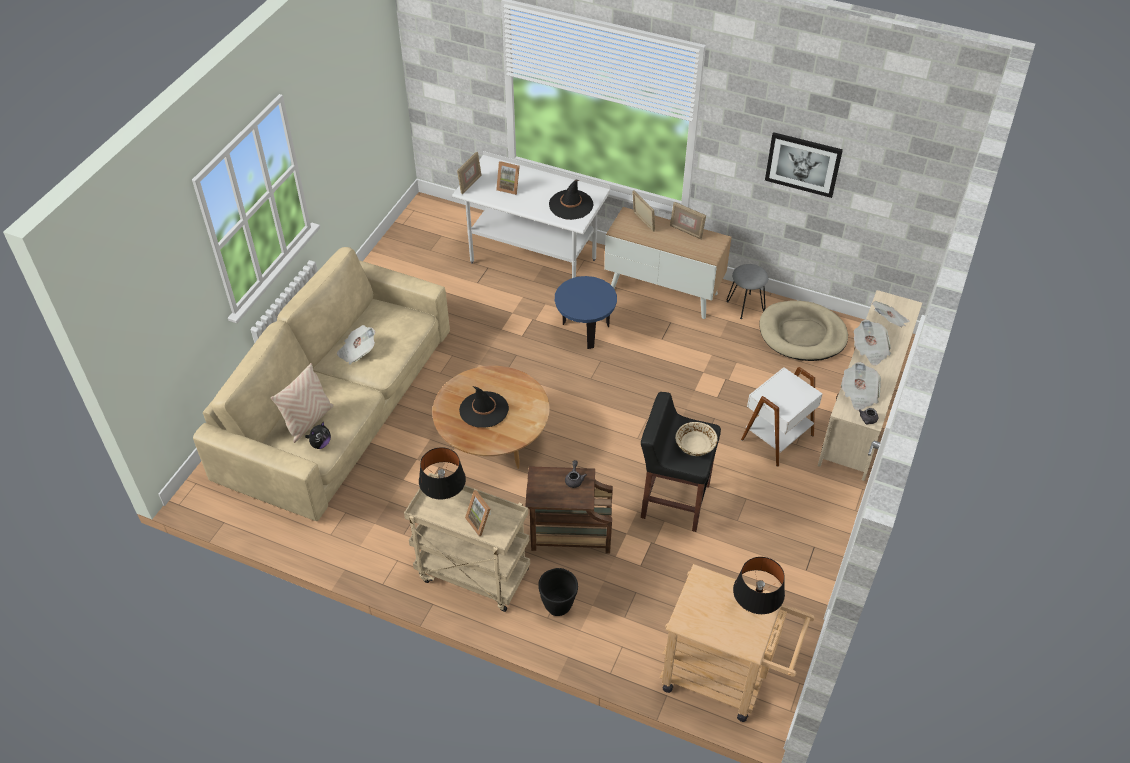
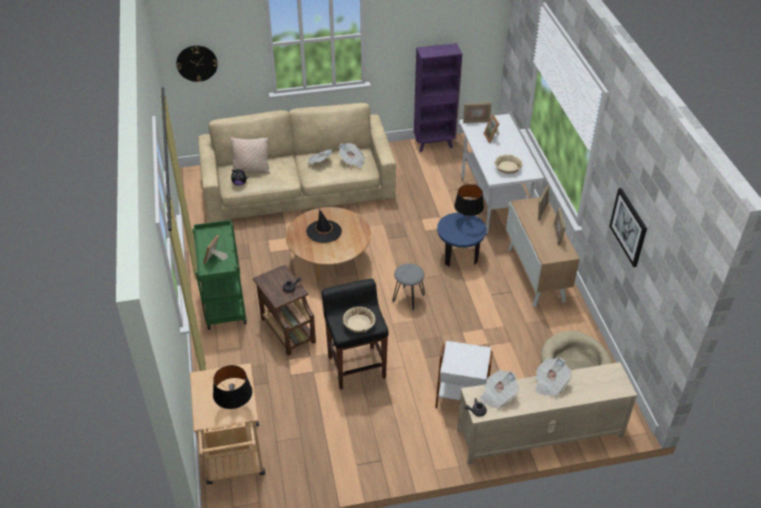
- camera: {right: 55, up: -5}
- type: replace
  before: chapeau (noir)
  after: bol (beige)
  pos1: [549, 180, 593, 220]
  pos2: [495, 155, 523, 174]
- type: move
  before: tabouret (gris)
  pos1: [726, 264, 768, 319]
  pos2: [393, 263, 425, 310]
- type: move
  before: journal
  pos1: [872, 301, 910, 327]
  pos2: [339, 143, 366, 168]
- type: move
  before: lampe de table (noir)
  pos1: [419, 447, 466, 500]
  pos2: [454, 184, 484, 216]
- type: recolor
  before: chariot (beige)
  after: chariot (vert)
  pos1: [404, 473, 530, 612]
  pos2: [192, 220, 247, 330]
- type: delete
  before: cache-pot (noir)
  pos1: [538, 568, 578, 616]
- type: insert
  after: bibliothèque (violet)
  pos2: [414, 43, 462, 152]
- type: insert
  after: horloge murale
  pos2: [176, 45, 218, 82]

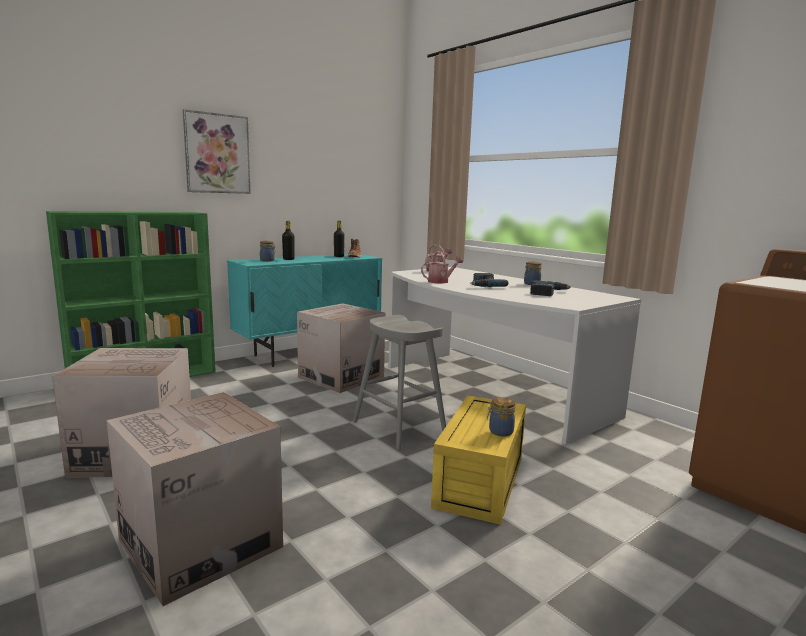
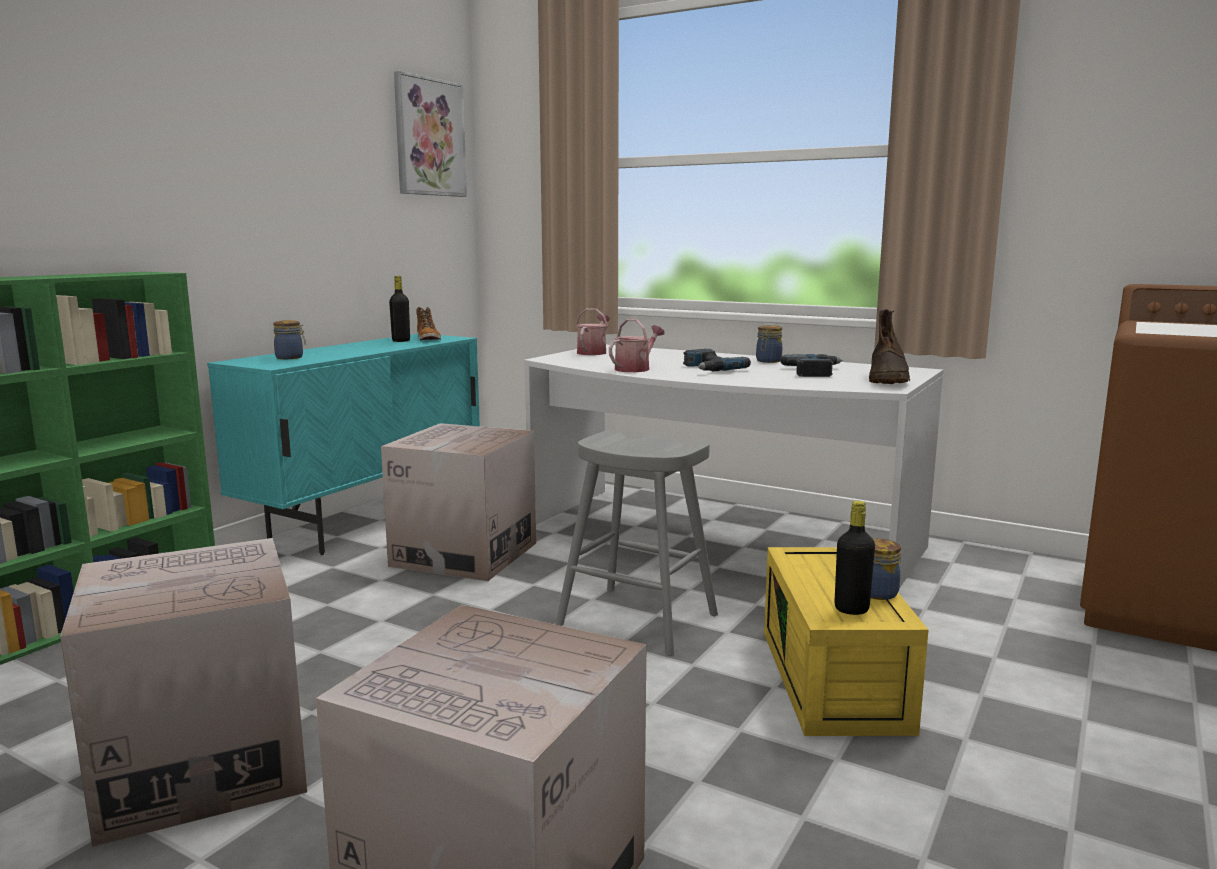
- camera: {right: -20, up: 0}
- type: move
  before: tableau
  pos1: [183, 109, 251, 194]
  pos2: [394, 71, 467, 197]
- type: move
  before: bouteille (noir)
  pos1: [282, 221, 295, 260]
  pos2: [834, 501, 875, 615]
- type: insert
  after: botte (marron)
  pos2: [869, 309, 910, 384]

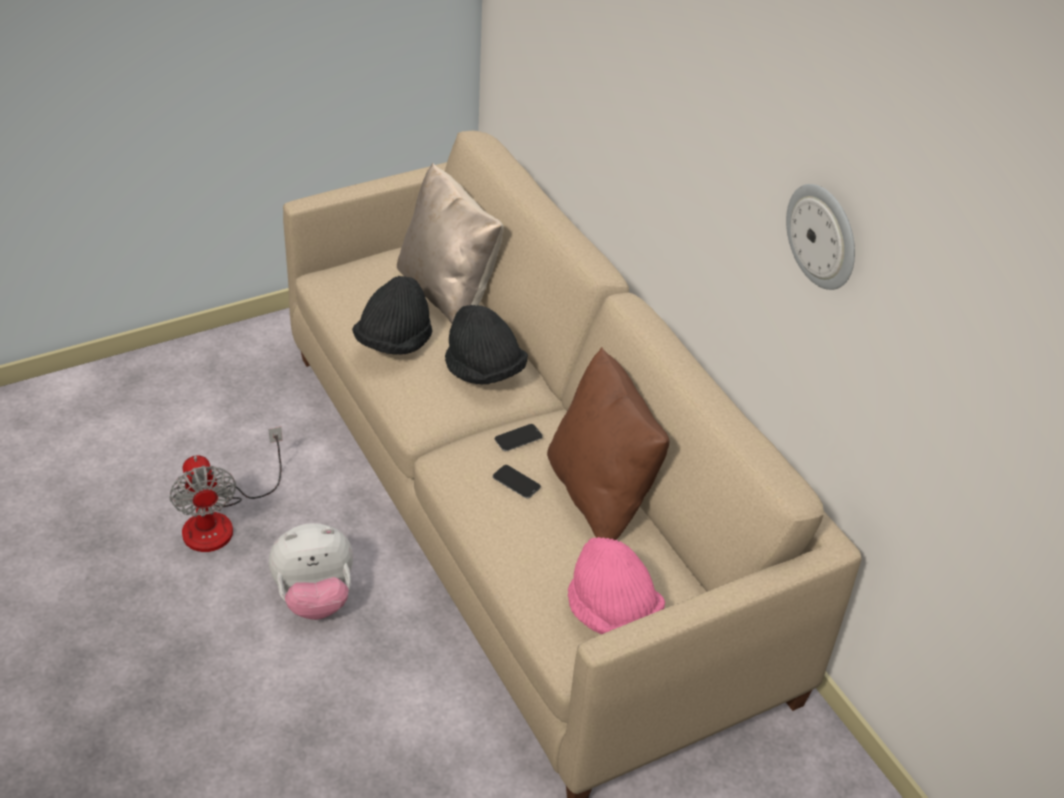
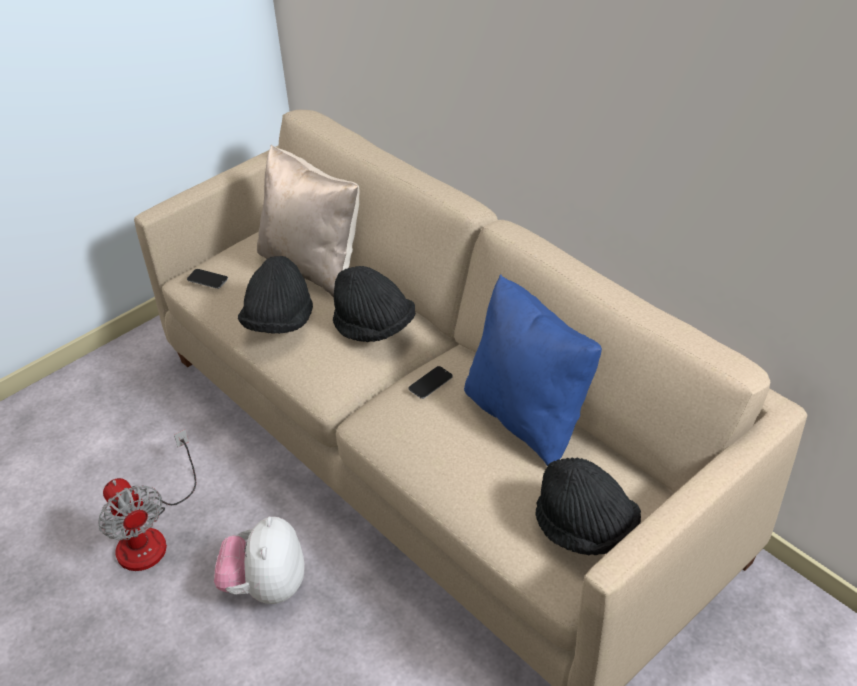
- camera: {right: -10, up: 0}
- type: delete
  before: horloge murale
  pos1: [786, 184, 855, 290]
- type: recolor
  before: coussin (marron)
  after: coussin (bleu)
  pos1: [547, 347, 669, 540]
  pos2: [464, 274, 602, 466]
- type: move
  before: téléphone
  pos1: [493, 465, 541, 498]
  pos2: [187, 269, 228, 289]
- type: rotate
  before: peluche
  pos1: [269, 523, 353, 620]
  pos2: [214, 516, 304, 604]
  turn: 120
- type: recolor
  before: chapeau (rose)
  after: chapeau (noir)
  pos1: [568, 537, 665, 634]
  pos2: [535, 458, 641, 555]

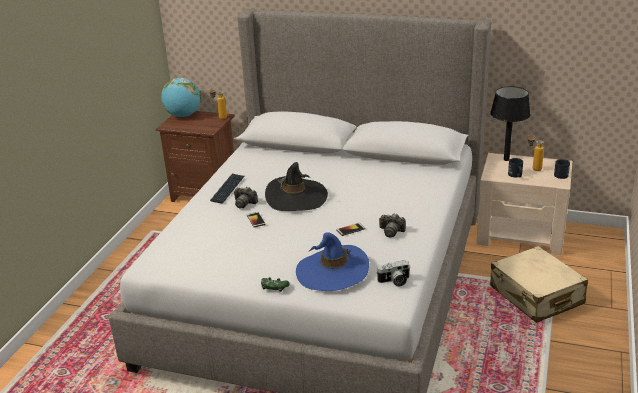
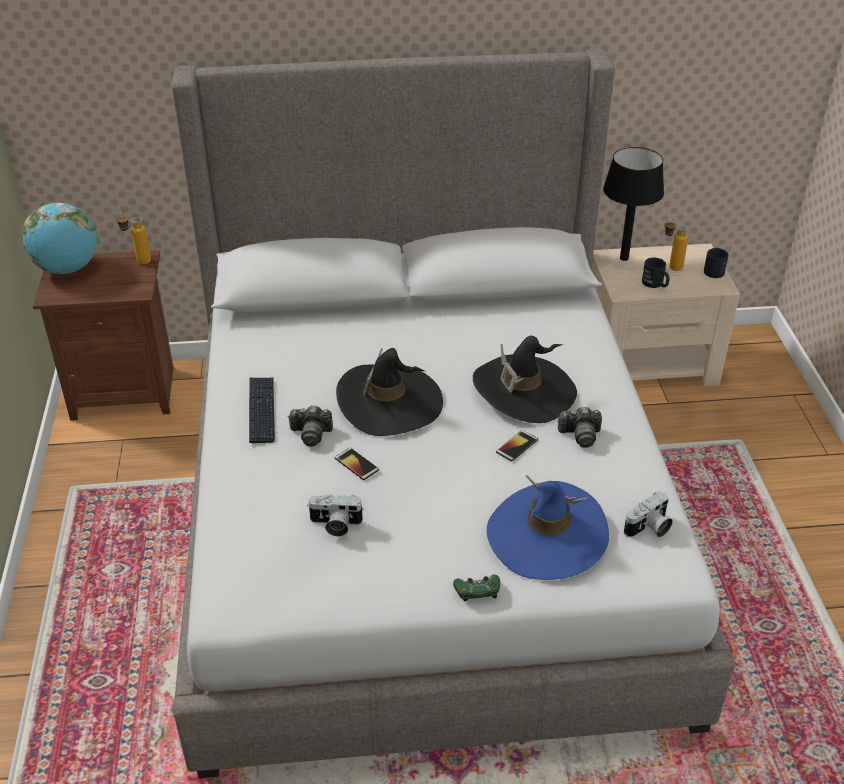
- camera: {right: -25, up: 10}
- type: delete
  before: valise (beige)
  pos1: [490, 246, 588, 323]
- type: insert
  after: chapeau (noir)
  pos2: [473, 336, 577, 423]
- type: insert
  after: appareil photo
  pos2: [307, 495, 364, 536]

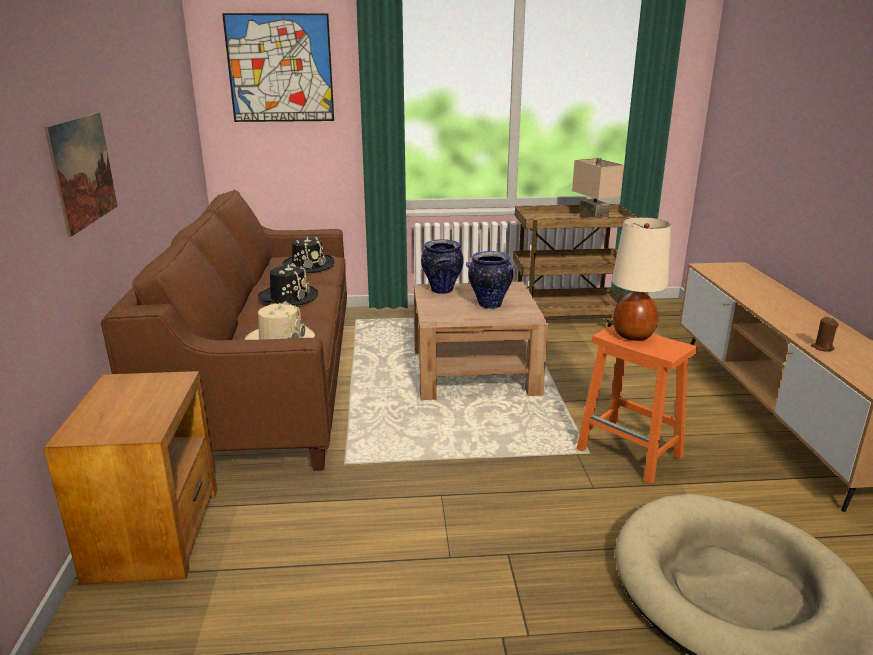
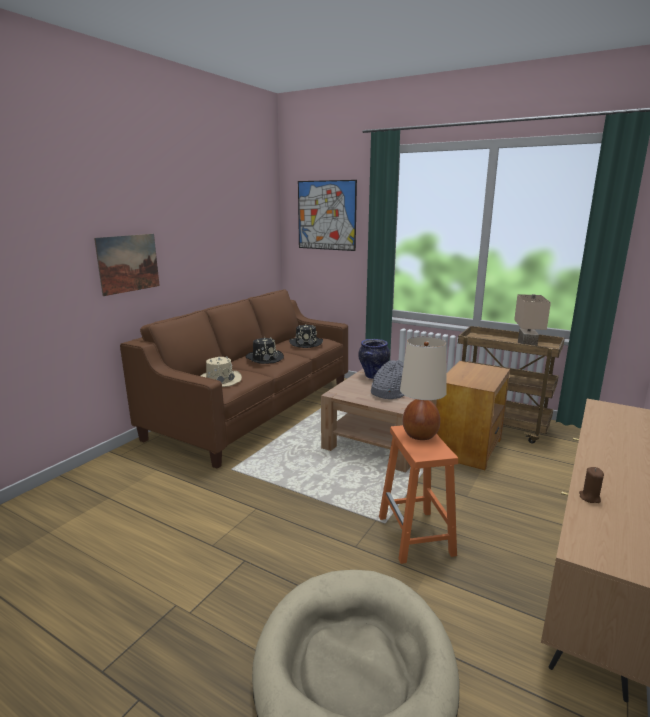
- camera: {right: 35, up: -5}
- type: replace
  before: vase
  after: chapeau (gris)
  pos1: [466, 251, 515, 309]
  pos2: [371, 360, 404, 399]
- type: move
  before: table d'appoint (marron)
  pos1: [43, 371, 217, 585]
  pos2: [436, 361, 510, 470]

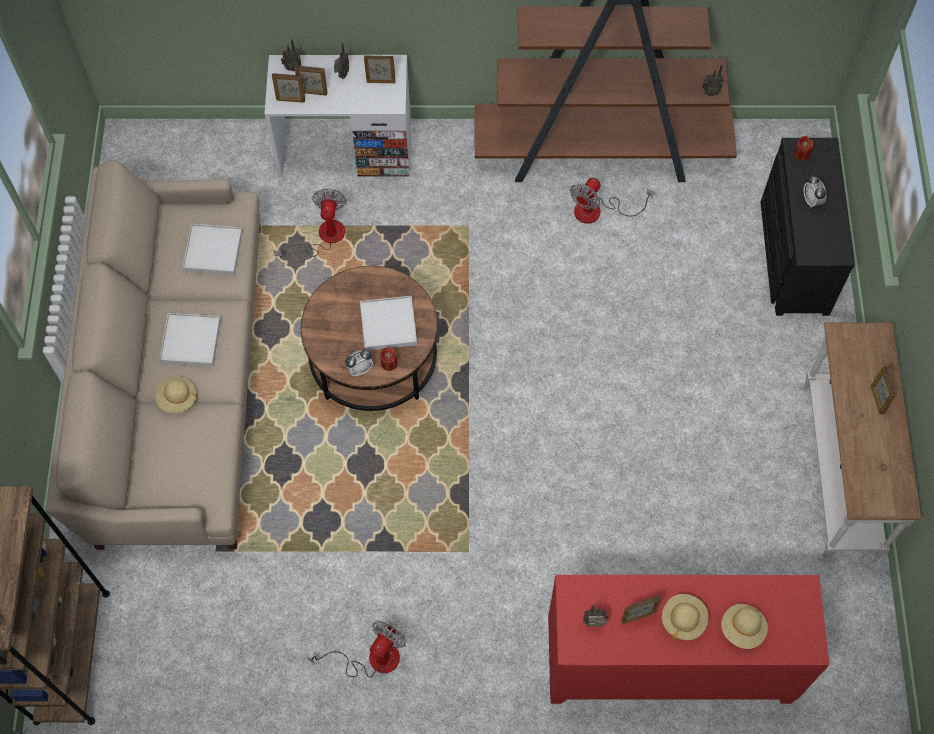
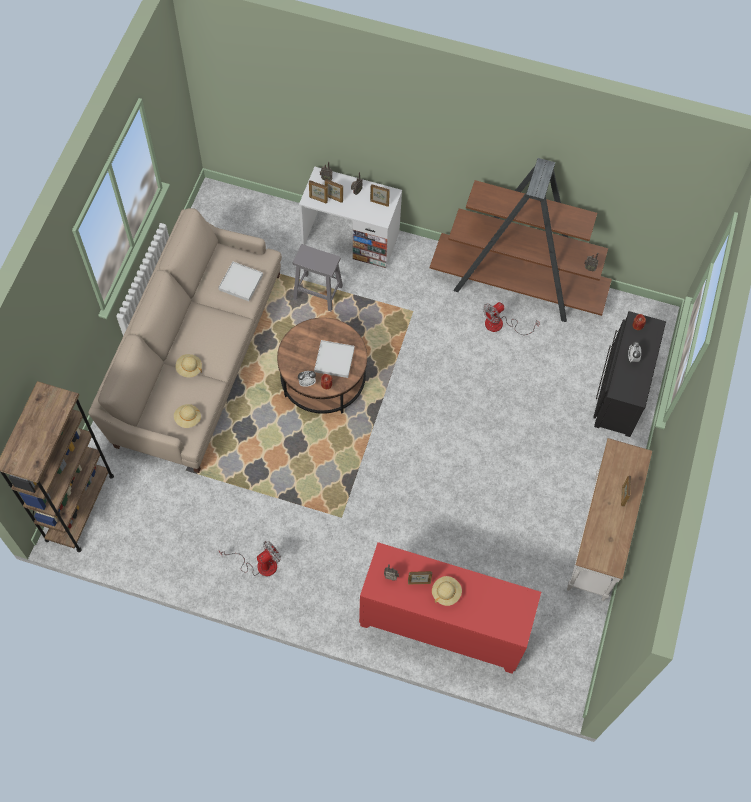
- camera: {right: 15, up: 0}
- type: replace
  before: ventilateur
  after: tabouret (gris)
  pos1: [274, 189, 347, 258]
  pos2: [293, 244, 343, 311]
- type: delete
  before: plateau (blanc)
  pos1: [159, 313, 221, 367]
- type: move
  before: chapeau (beige)
  pos1: [721, 604, 768, 649]
  pos2: [174, 404, 201, 428]

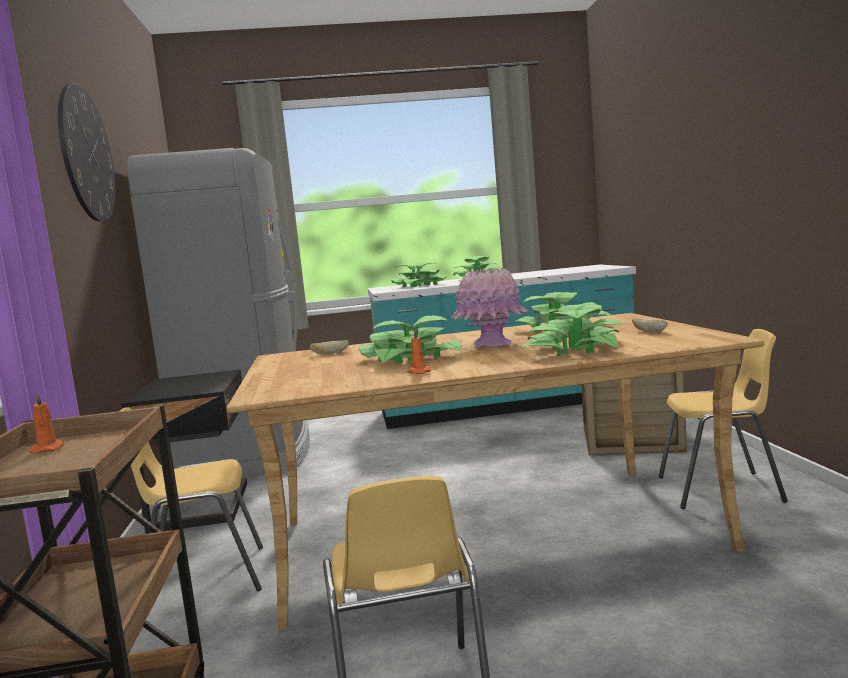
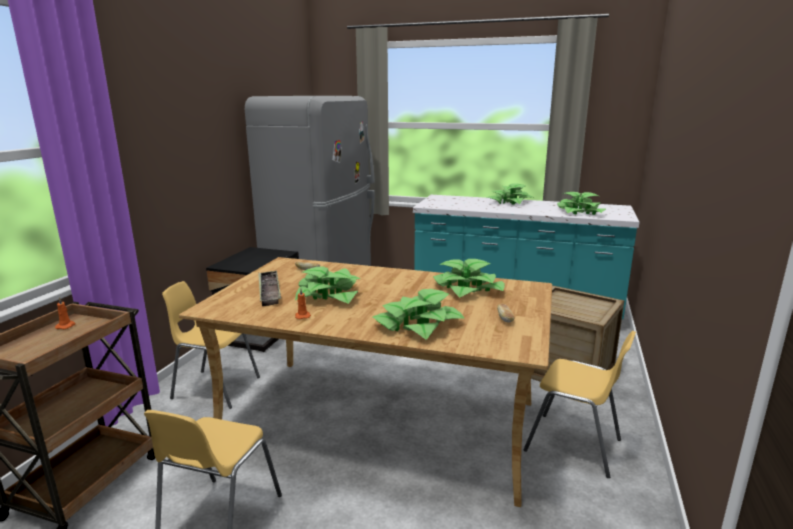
- camera: {right: 25, up: 10}
- type: delete
  before: horloge murale
  pos1: [58, 83, 115, 222]
- type: move
  before: plante en pot
  pos1: [391, 262, 447, 287]
  pos2: [557, 192, 606, 215]
- type: delete
  before: vase (rose)
  pos1: [451, 268, 528, 348]
- type: insert
  after: plateau
  pos2: [258, 270, 281, 306]

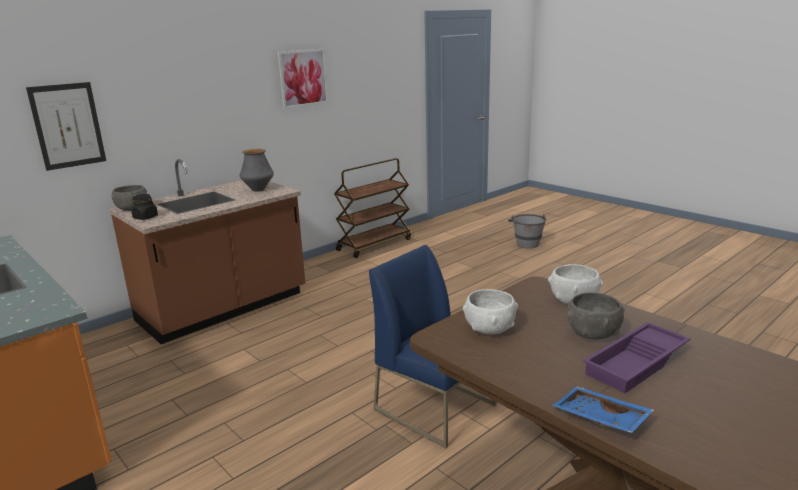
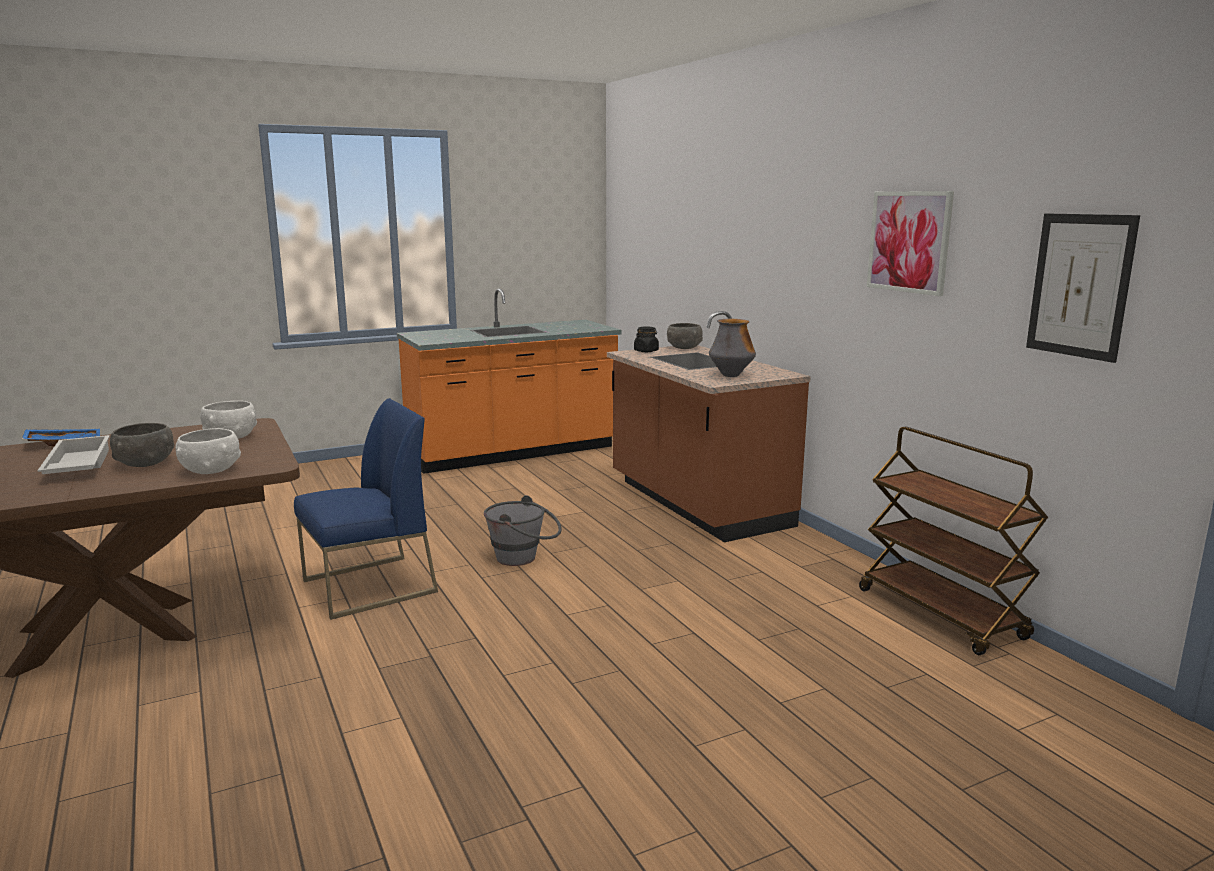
- camera: {right: 105, up: -5}
- type: move
  before: tableau
  pos1: [26, 82, 106, 171]
  pos2: [1026, 213, 1140, 363]
- type: move
  before: seau (gris)
  pos1: [508, 214, 546, 249]
  pos2: [484, 495, 562, 566]
- type: recolor
  before: plateau (violet)
  after: plateau (blanc)
  pos1: [583, 322, 691, 394]
  pos2: [37, 435, 110, 474]

